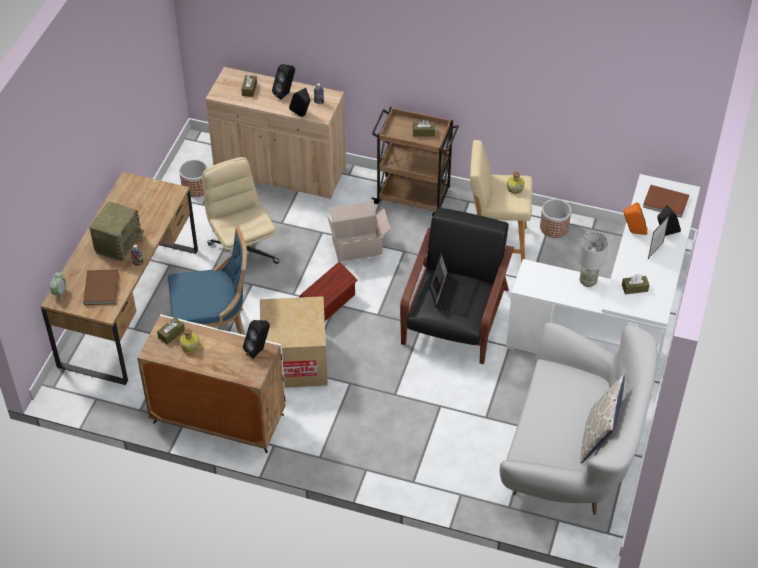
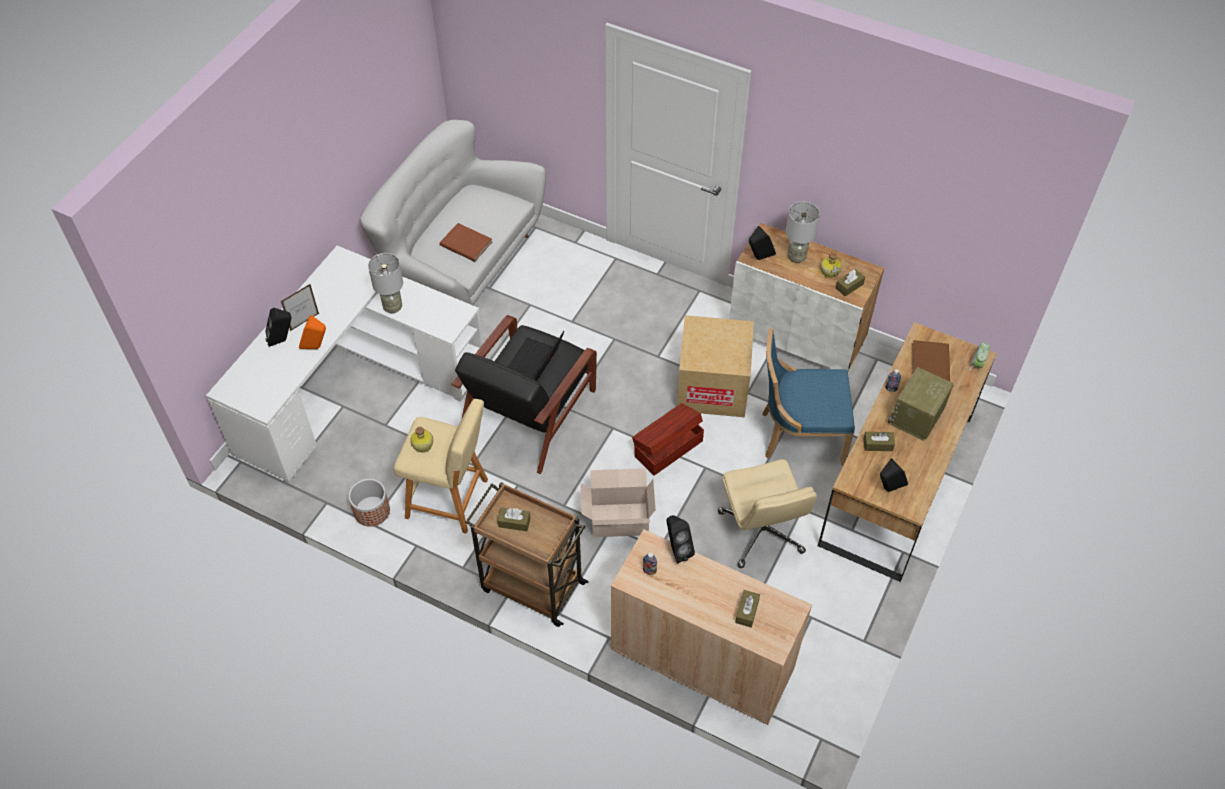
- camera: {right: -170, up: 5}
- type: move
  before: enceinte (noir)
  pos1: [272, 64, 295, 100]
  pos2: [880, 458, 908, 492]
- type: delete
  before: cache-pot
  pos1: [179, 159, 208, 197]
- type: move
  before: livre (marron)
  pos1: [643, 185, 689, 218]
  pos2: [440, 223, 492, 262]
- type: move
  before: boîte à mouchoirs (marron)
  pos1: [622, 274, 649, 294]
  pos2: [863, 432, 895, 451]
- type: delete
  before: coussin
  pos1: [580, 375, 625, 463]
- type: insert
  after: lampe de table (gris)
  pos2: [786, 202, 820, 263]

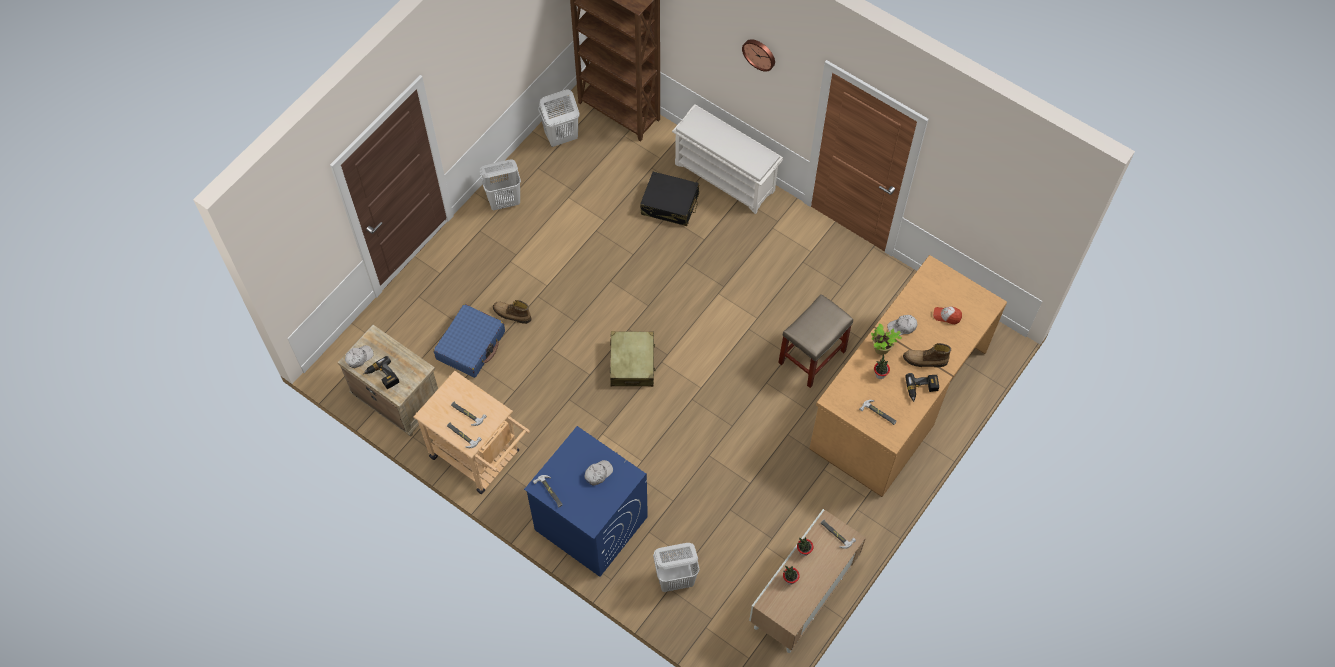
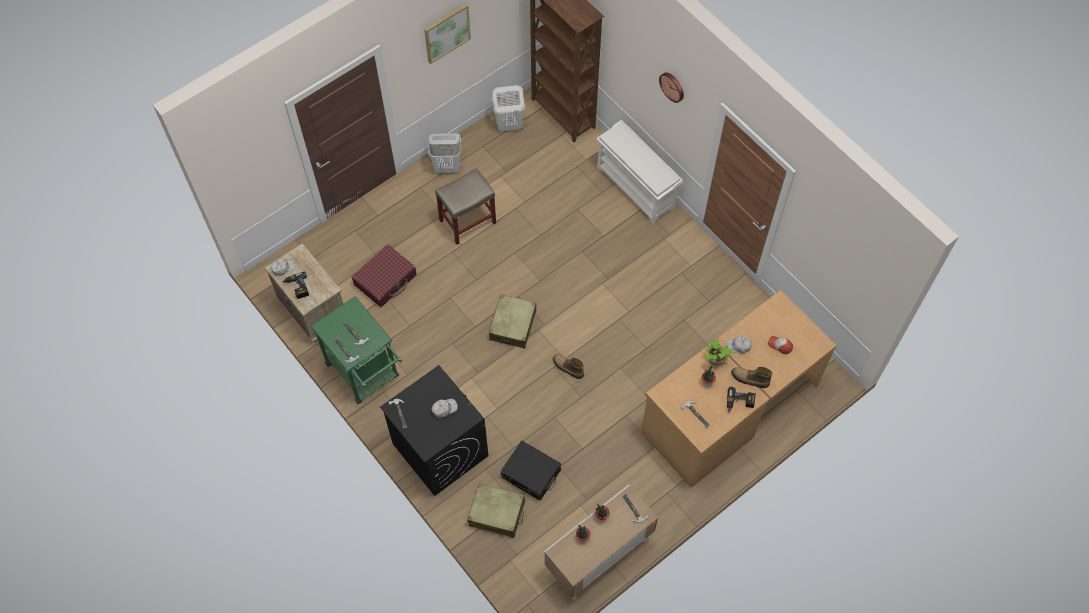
- camera: {right: 15, up: 0}
- type: move
  before: valise (noir)
  pos1: [640, 172, 699, 226]
  pos2: [500, 440, 561, 501]
- type: move
  before: tabouret (beige)
  pos1: [778, 294, 853, 388]
  pos2: [435, 168, 496, 245]
- type: move
  before: botte
  pos1: [493, 300, 531, 324]
  pos2: [553, 354, 584, 379]
- type: recolor
  before: valise (bleu)
  after: valise (rouge)
  pos1: [433, 304, 505, 378]
  pos2: [352, 244, 416, 307]
- type: recolor
  before: chariot (beige)
  after: chariot (vert)
  pos1: [414, 371, 530, 494]
  pos2: [311, 296, 402, 404]
- type: recolor
  before: lave-linge (bleu)
  after: lave-linge (noir)
  pos1: [524, 426, 648, 577]
  pos2: [380, 365, 488, 496]
- type: replace
  before: panier à linge (blanc)
  after: valise (beige)
  pos1: [653, 543, 700, 592]
  pos2: [468, 483, 525, 538]
- type: insert
  after: tableau
  pos2: [424, 4, 471, 64]

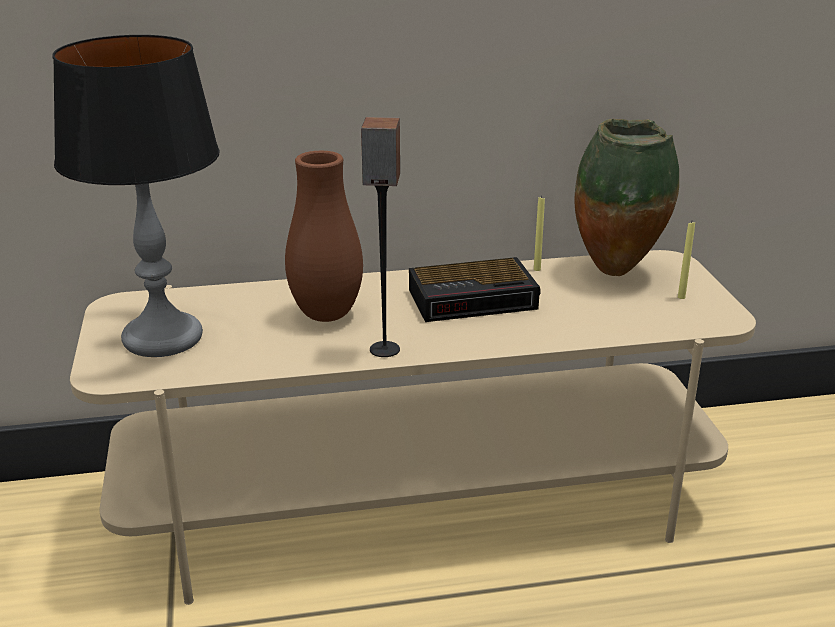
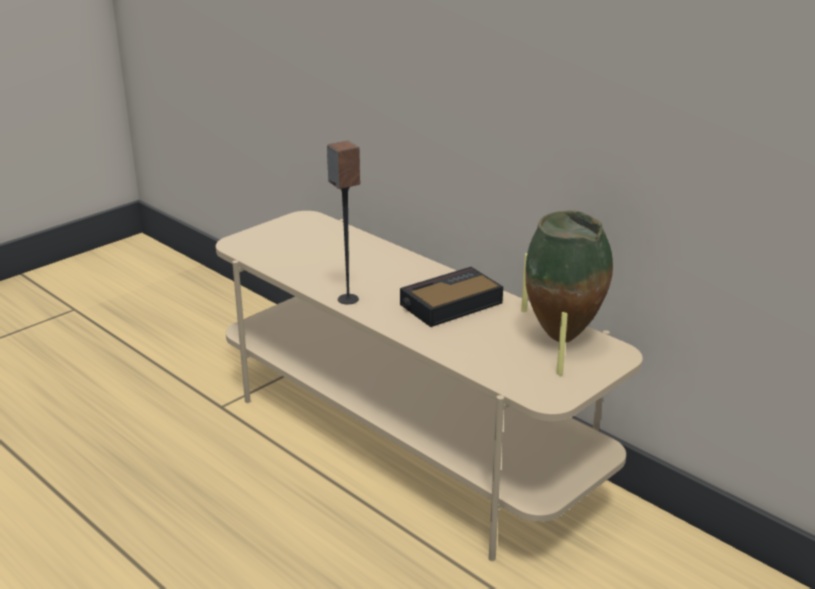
- camera: {right: 55, up: 0}
- type: delete
  before: lampe de table
  pos1: [53, 35, 220, 357]
- type: delete
  before: vase (marron)
  pos1: [285, 151, 363, 322]
- type: rotate
  before: réveil
  pos1: [409, 257, 541, 322]
  pos2: [400, 267, 503, 327]
  turn: 105

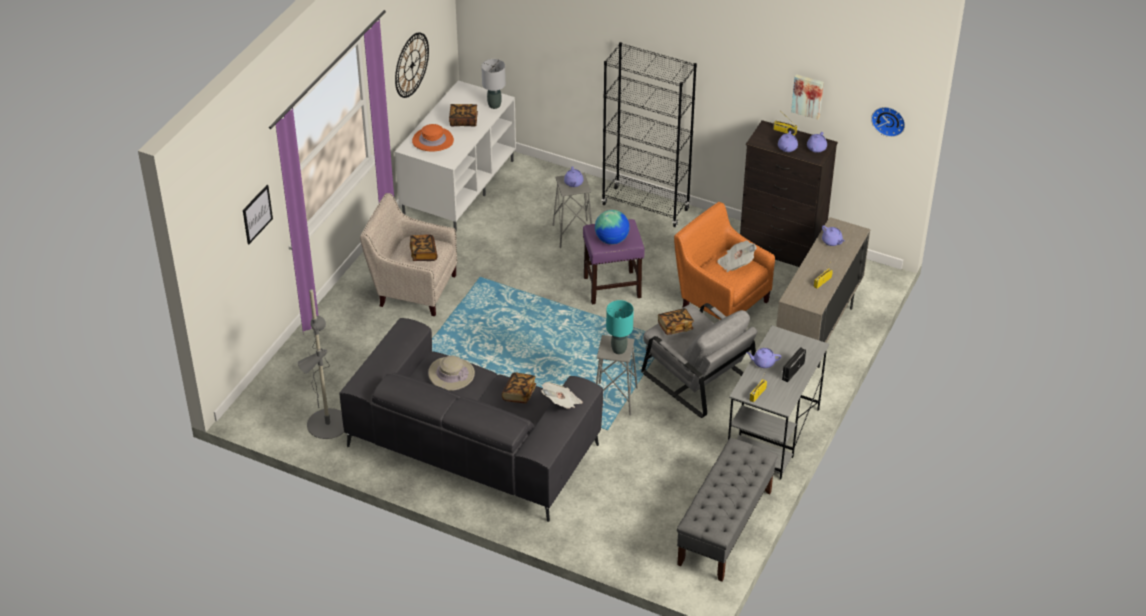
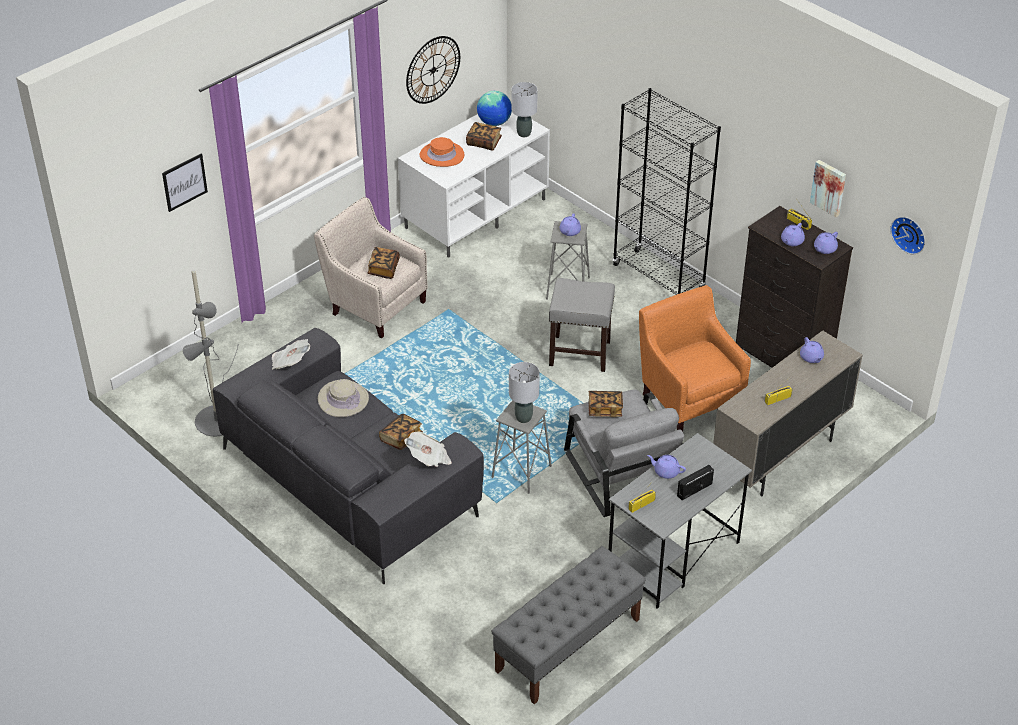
- camera: {right: 20, up: 0}
- type: move
  before: globe
  pos1: [595, 210, 630, 245]
  pos2: [477, 91, 512, 126]
- type: recolor
  before: tabouret (violet)
  after: tabouret (gris)
  pos1: [583, 219, 645, 304]
  pos2: [549, 278, 615, 372]
- type: move
  before: journal
  pos1: [717, 241, 757, 272]
  pos2: [272, 339, 310, 370]
- type: recolor
  before: lampe de table (turquoise)
  after: lampe de table (gris)
  pos1: [606, 300, 634, 354]
  pos2: [509, 362, 540, 423]

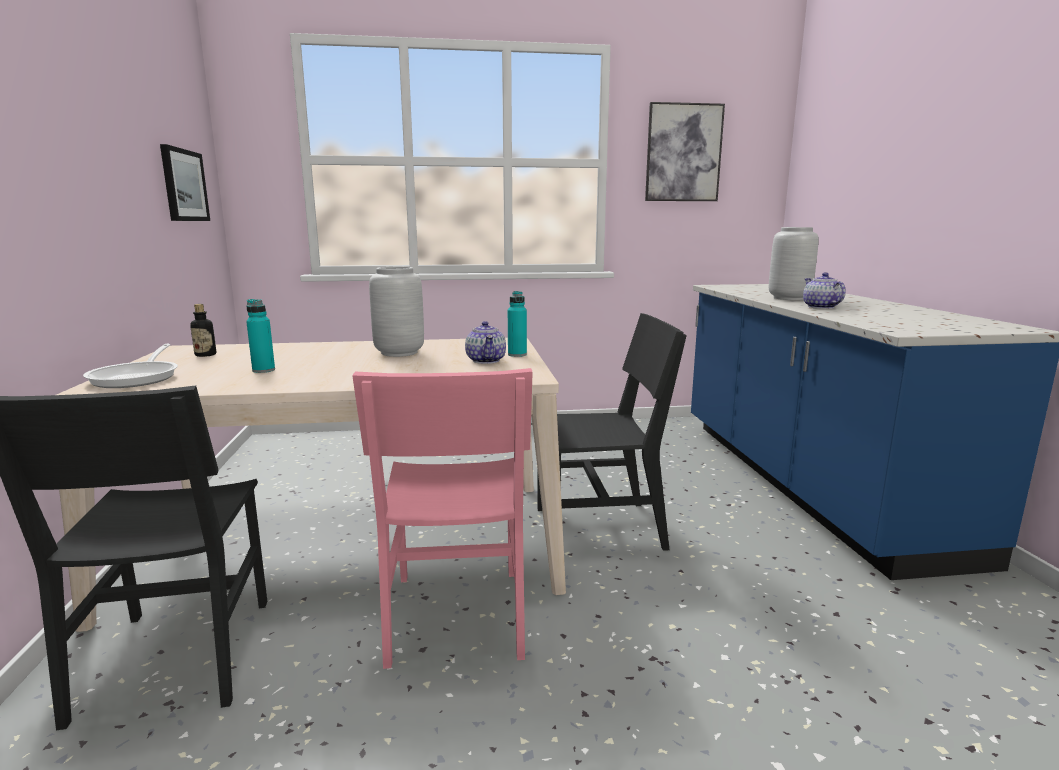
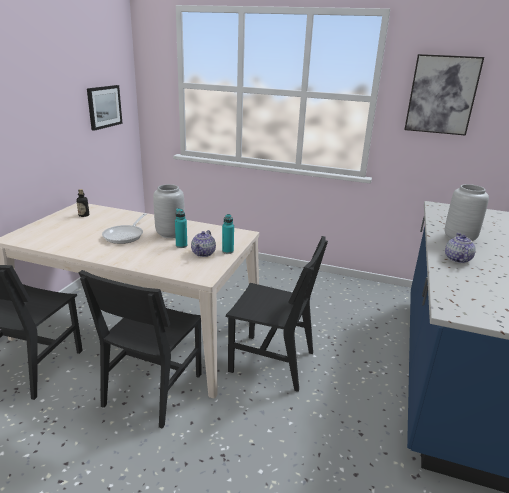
- camera: {right: 25, up: 10}
- type: move
  before: bouteille (turquoise)
  pos1: [246, 299, 275, 373]
  pos2: [175, 208, 187, 248]
- type: move
  before: poêle
  pos1: [83, 344, 178, 388]
  pos2: [102, 213, 146, 244]
- type: recolor
  before: chaise (rose)
  after: chaise (noir)
  pos1: [352, 368, 533, 669]
  pos2: [79, 270, 201, 429]

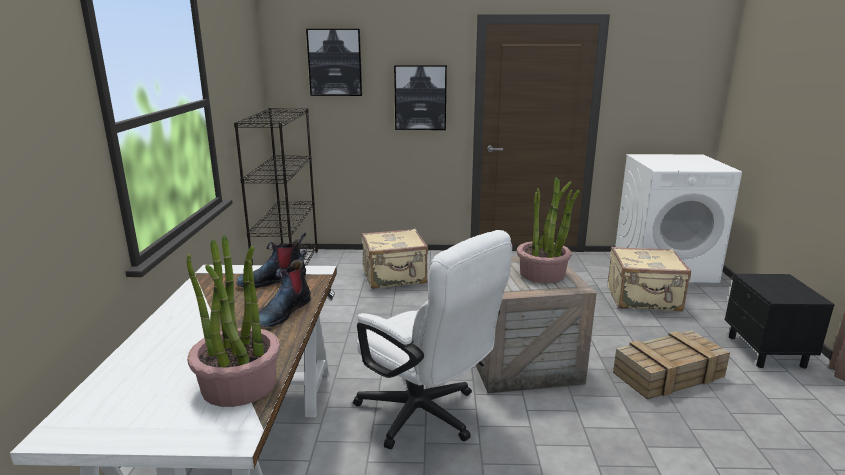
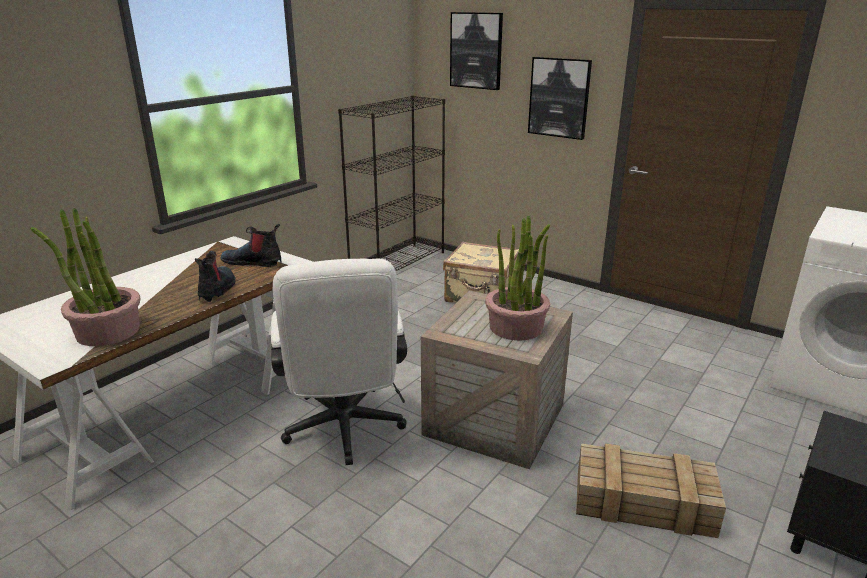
- camera: {right: 35, up: 5}
- type: delete
  before: valise (beige)
  pos1: [607, 247, 691, 311]
- type: rotate
  before: botte
  pos1: [259, 250, 311, 327]
  pos2: [195, 251, 236, 302]
  turn: 120

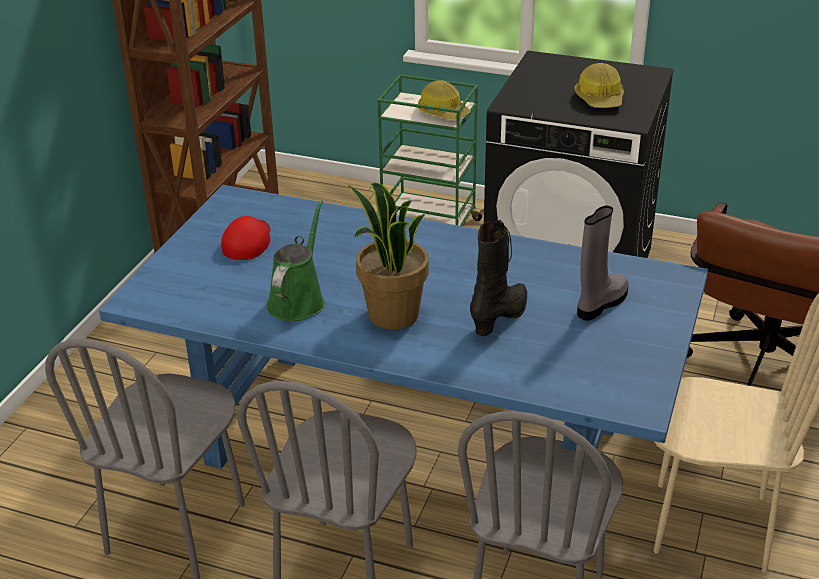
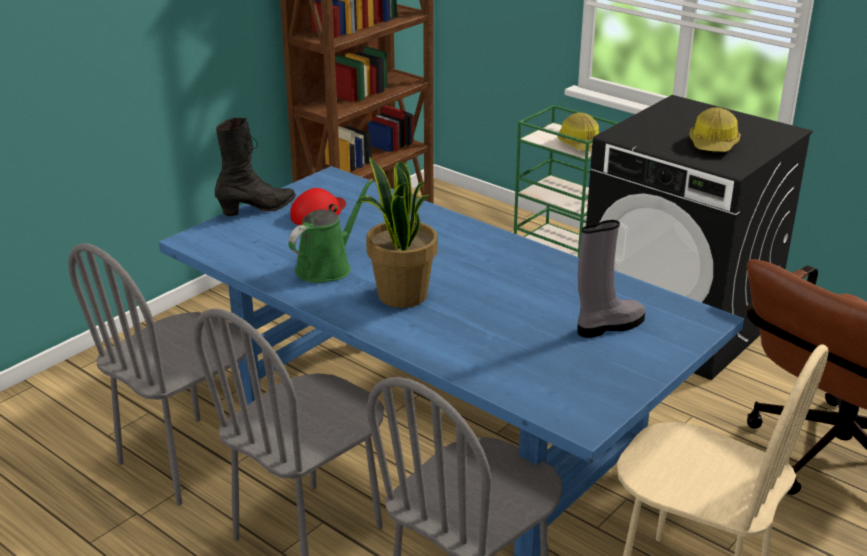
- camera: {right: 20, up: -5}
- type: move
  before: botte (noir)
  pos1: [470, 220, 527, 336]
  pos2: [215, 118, 296, 216]

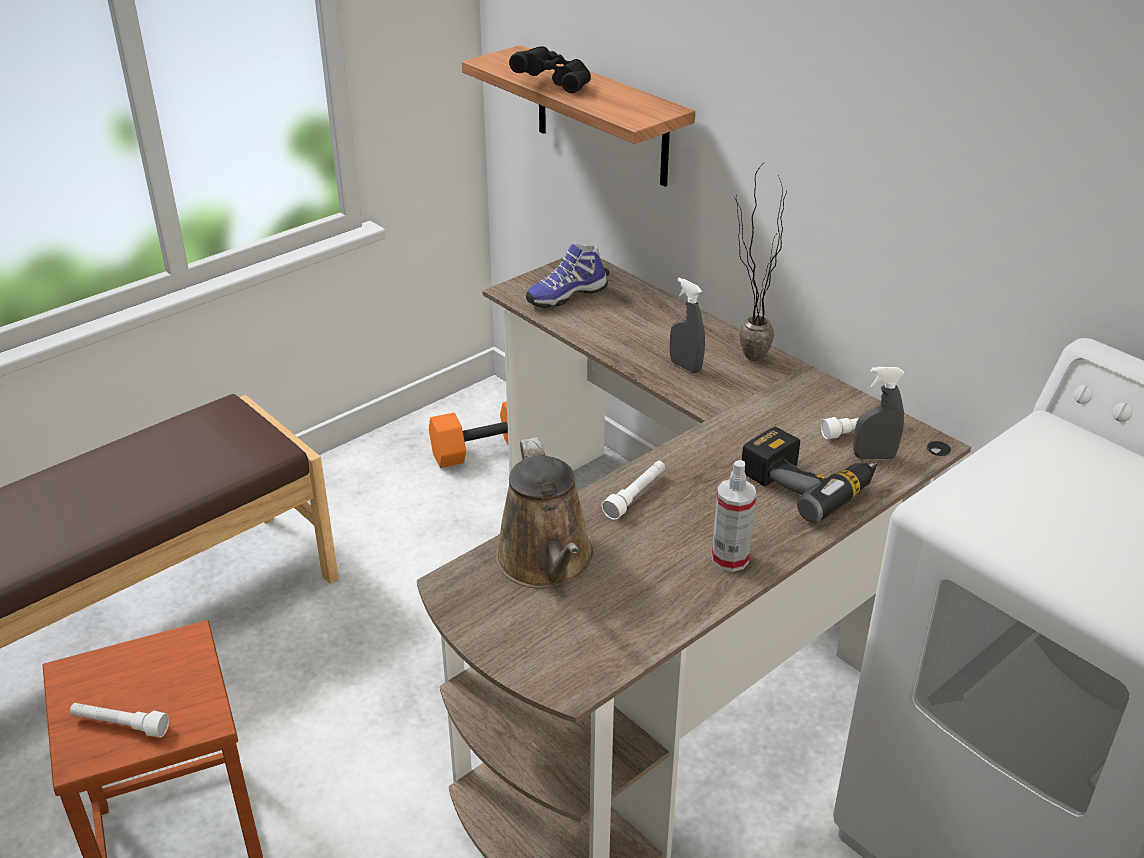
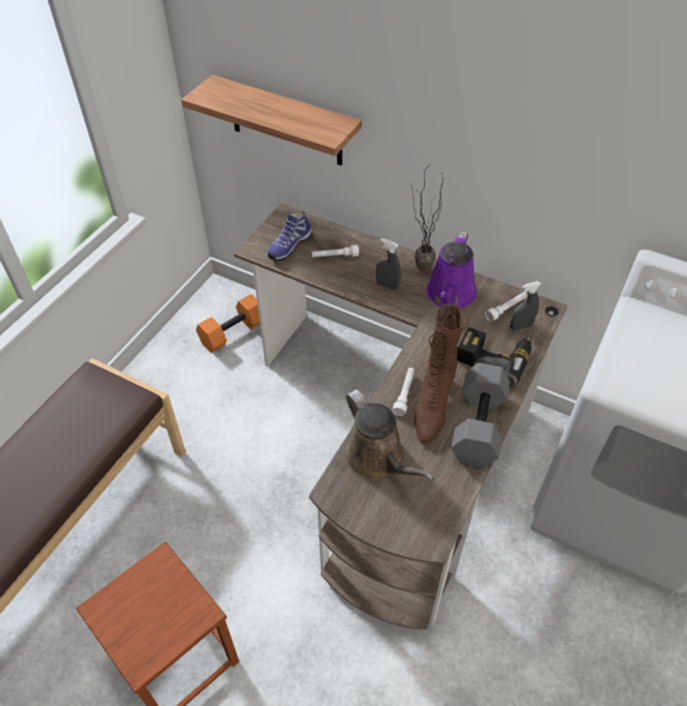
- camera: {right: -20, up: 15}
- type: delete
  before: jumelles (noir)
  pos1: [509, 46, 591, 93]
- type: replace
  before: vaporisateur
  after: haltère (gris)
  pos1: [712, 460, 756, 572]
  pos2: [451, 363, 510, 467]
- type: move
  before: lampe de poche (blanc)
  pos1: [70, 703, 169, 737]
  pos2: [312, 245, 359, 257]
- type: insert
  after: arrosoir (violet)
  pos2: [426, 231, 477, 308]
- type: insert
  after: botte (marron)
  pos2: [414, 304, 465, 444]

